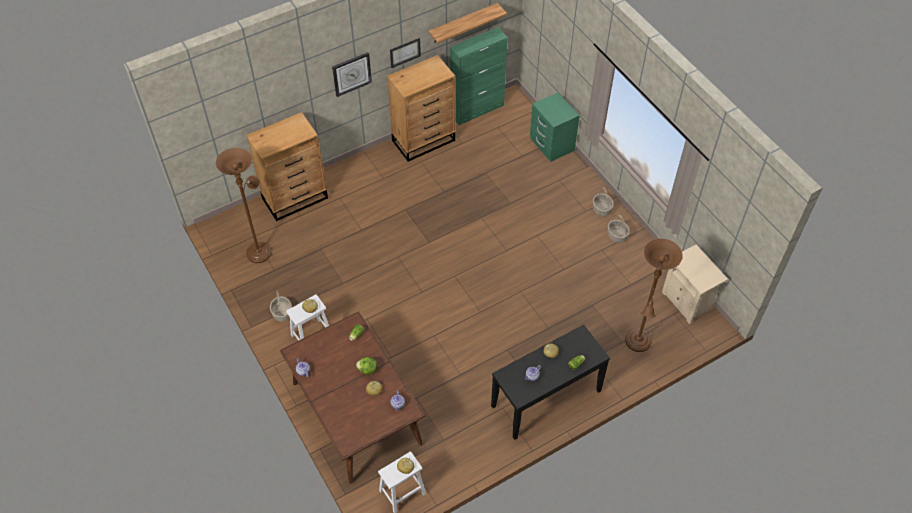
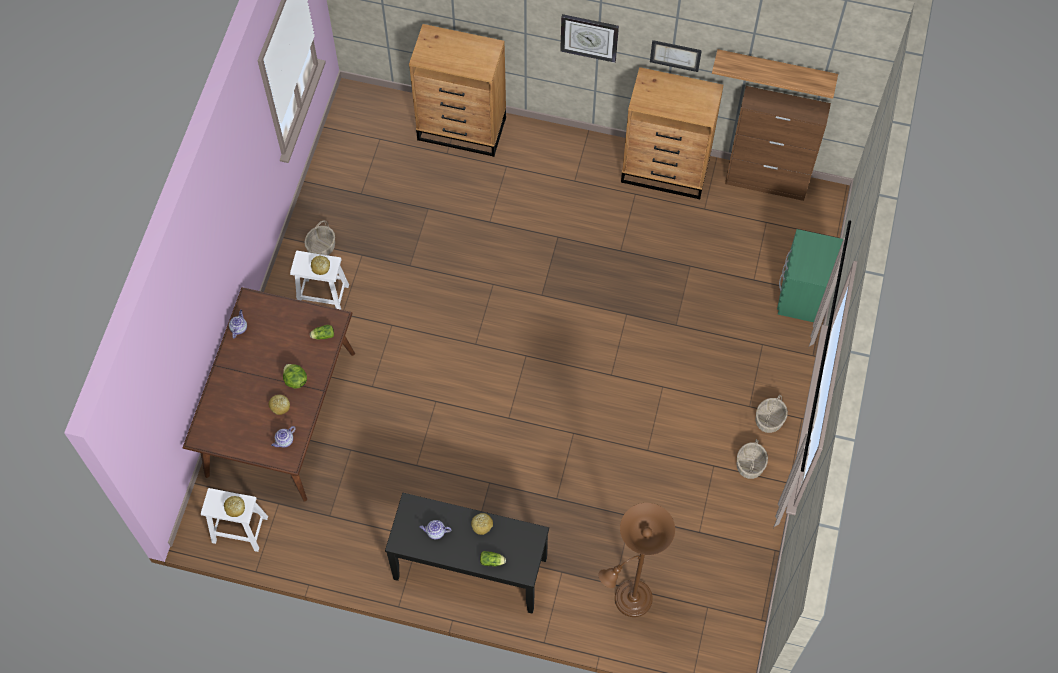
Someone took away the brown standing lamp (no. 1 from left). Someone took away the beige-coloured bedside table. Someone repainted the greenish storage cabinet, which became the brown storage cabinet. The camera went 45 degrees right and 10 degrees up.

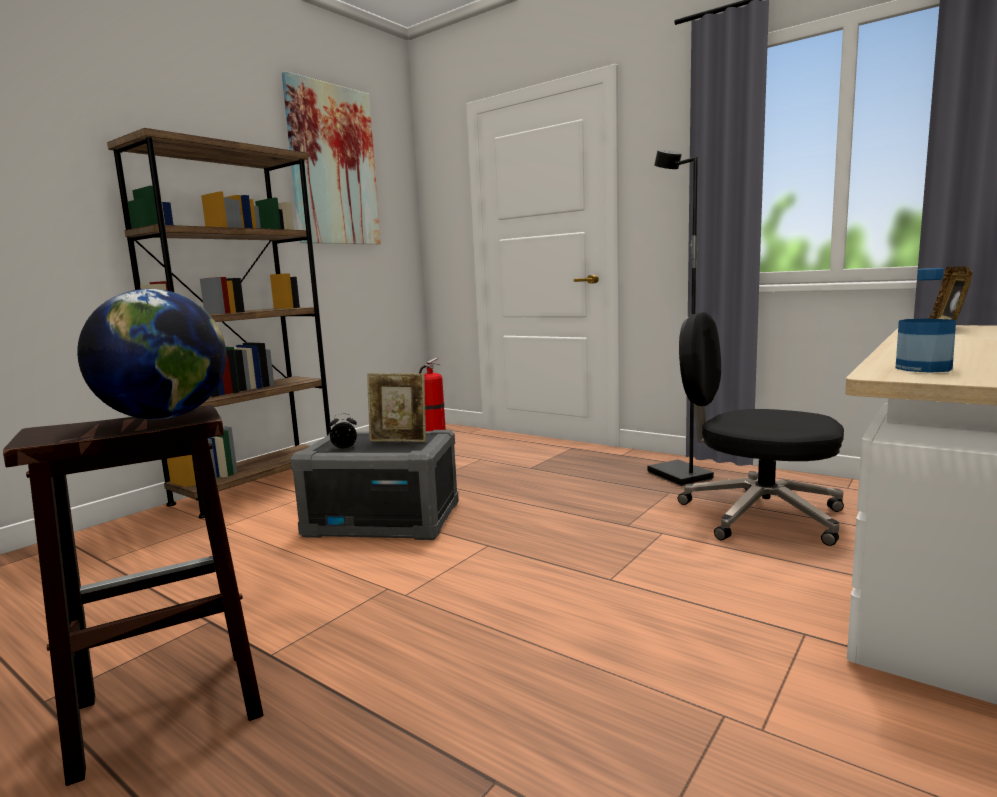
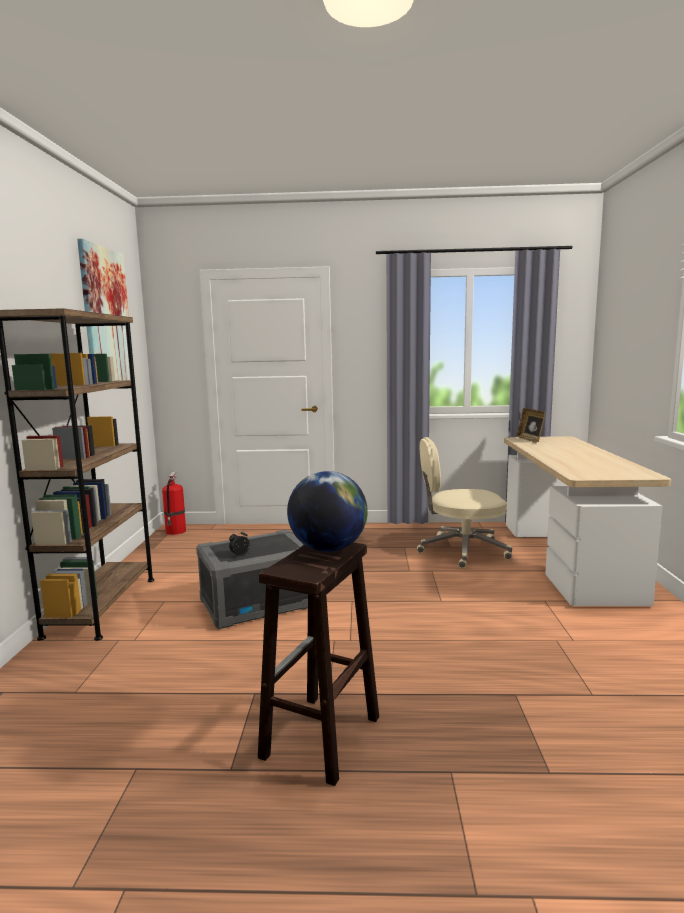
Someone took away the photo frame (no. 1 from left). Someone took away the black-coloured standing lamp. Someone took away the bottle. Someone repainted the black-coloured office chair, which became the beige-coloured office chair. The camera went 35 degrees left and 0 degrees up.

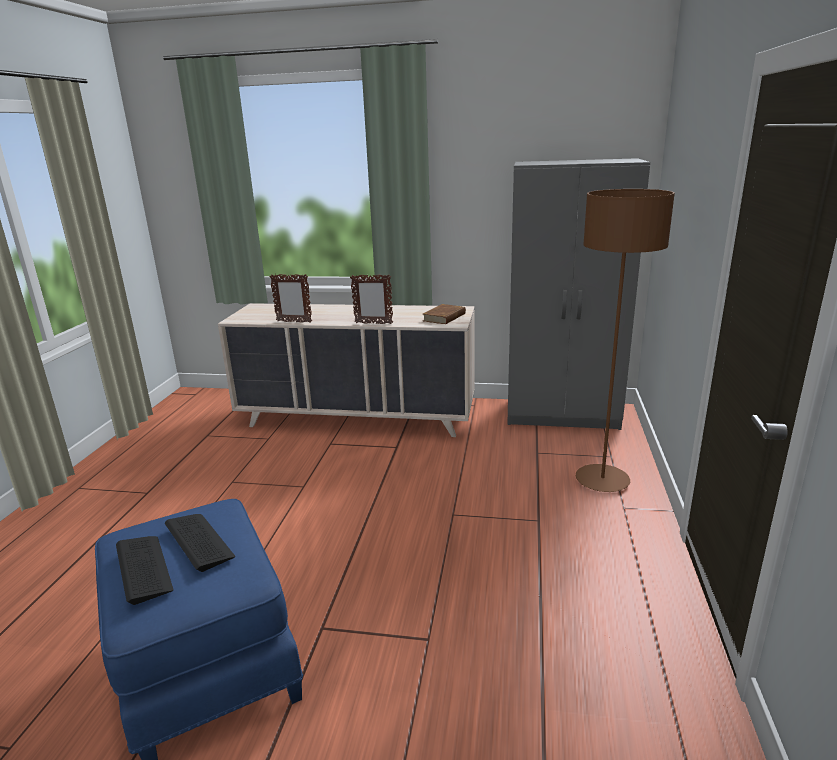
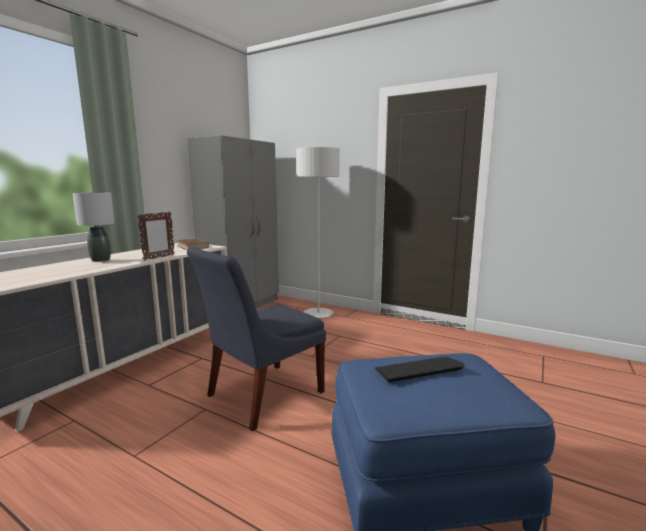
Someone took away the computer keyboard (no. 1 from left). Someone took away the photo frame (no. 1 from left). Someone put down the greyish table lamp. Someone put down the bluish chair. Someone repainted the brown standing lamp, which became the greyish standing lamp. The camera went 70 degrees left and 10 degrees down.

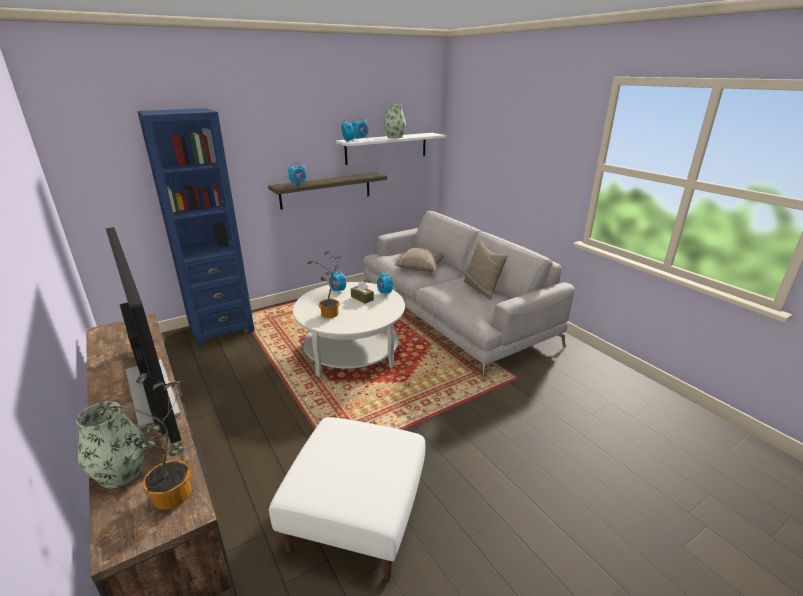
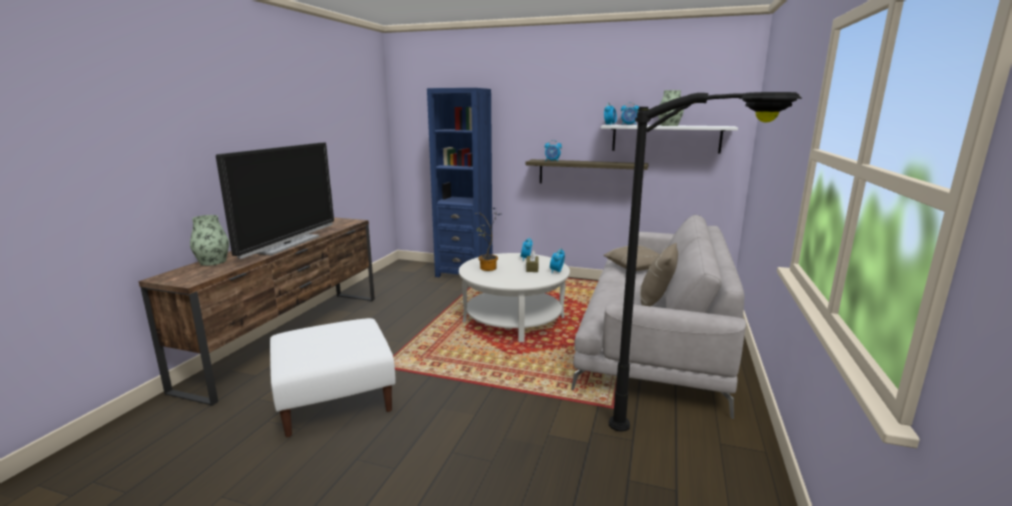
Someone took away the plant in a pot (no. 1 from left). Someone put down the black-coloured standing lamp. The camera went 50 degrees right and 10 degrees down.

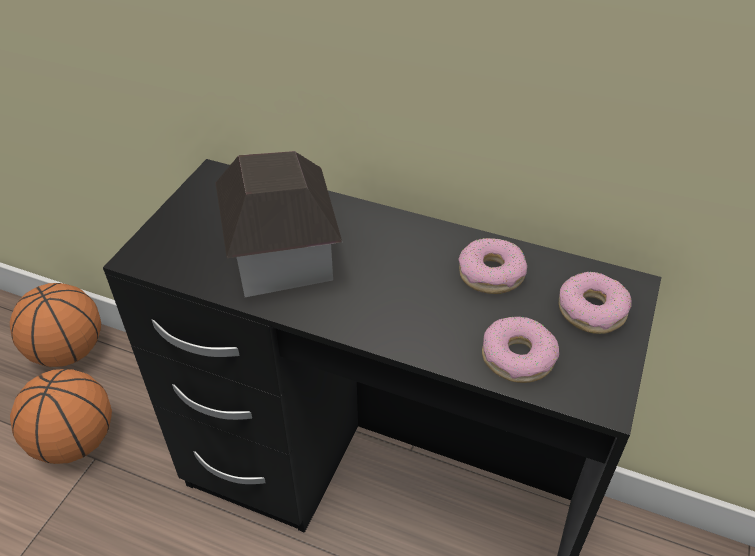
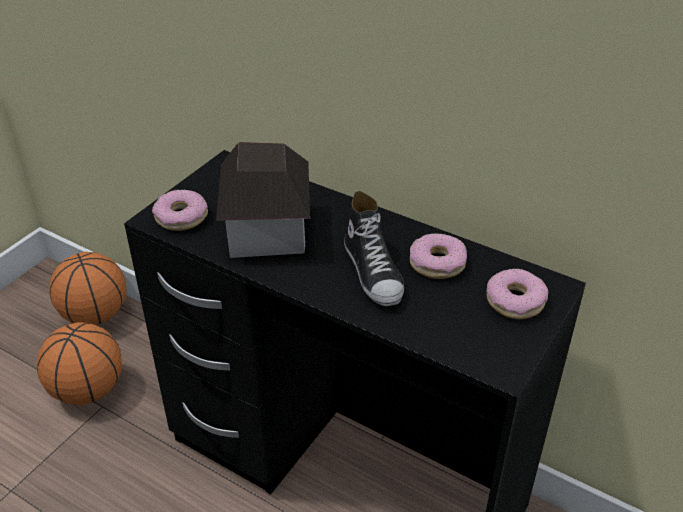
Someone put down the item of footwear. Someone carried the doughnut (no. 2 from left in the first image). The camera went 10 degrees right and 5 degrees down.

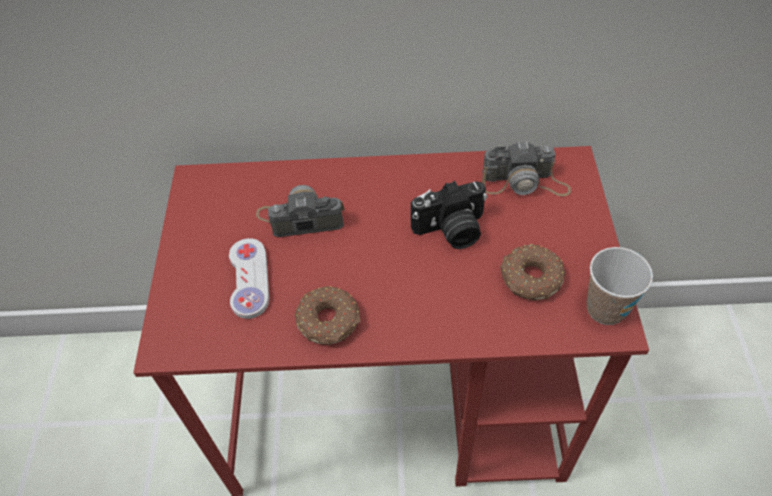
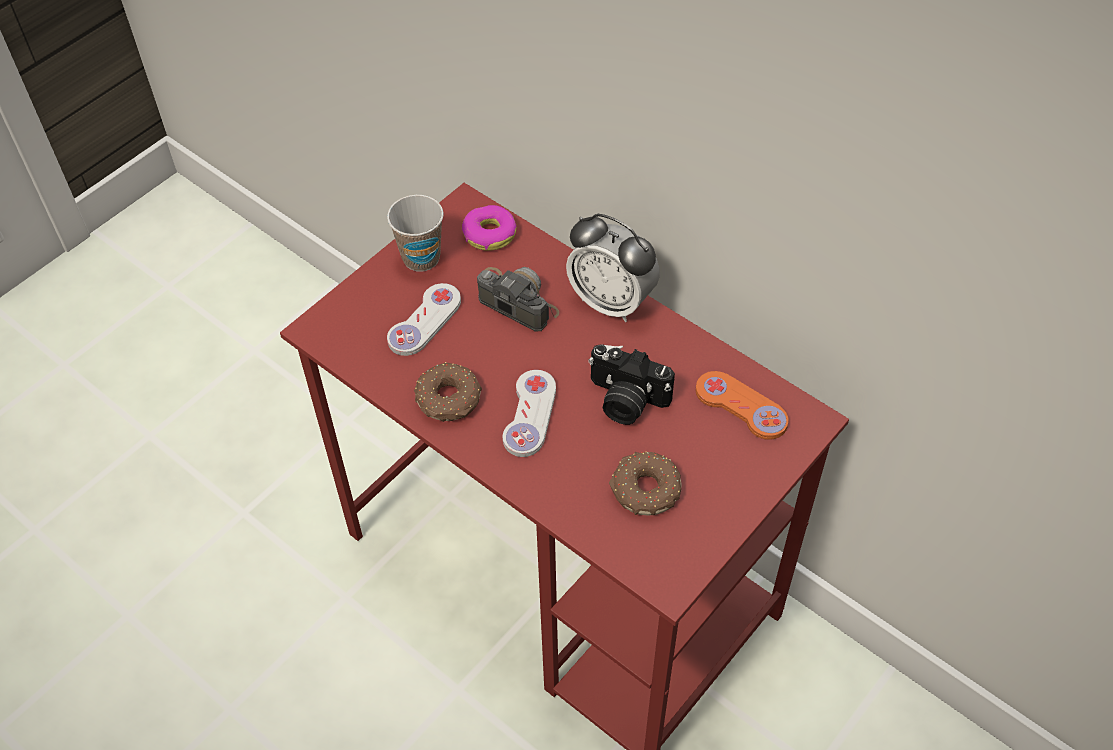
Someone put down the doughnut (no. 2 from left). Someone put down the white joypad (no. 2 from left). Someone put down the alarm clock. Someone carried the small cup. Someone swapped the still camera (no. 3 from left) for the orange-coloured joypad. The camera went 40 degrees right and 0 degrees up.

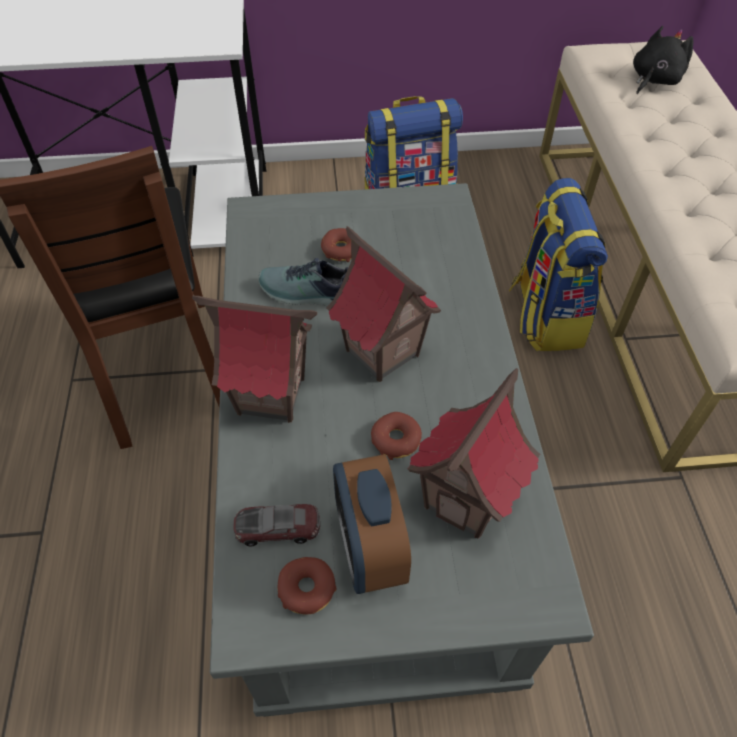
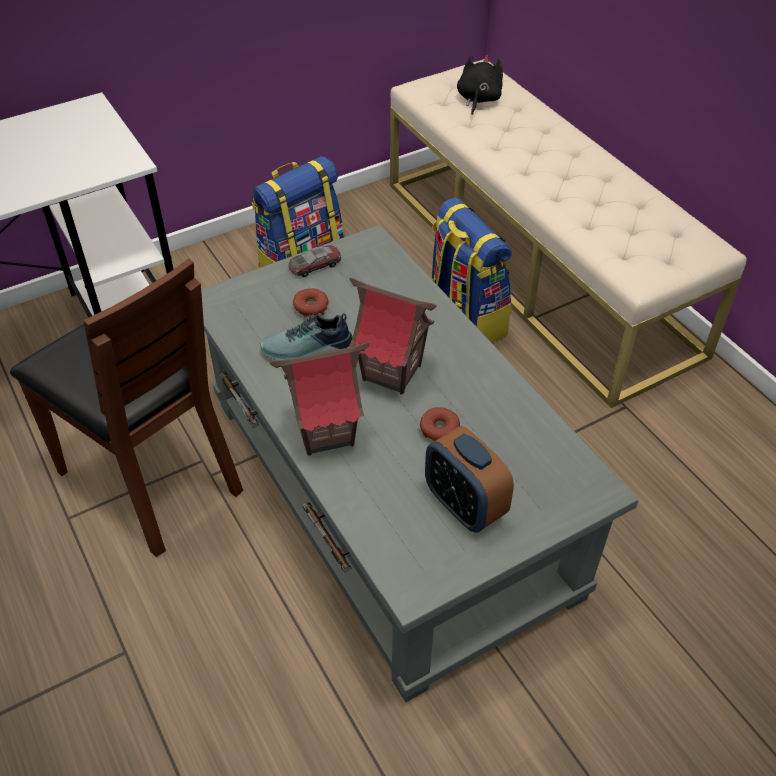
Someone took away the doughnut (no. 1 from left). Someone took away the miniature house (no. 3 from left). Someone carried the toy car. The camera went 25 degrees left and 5 degrees down.

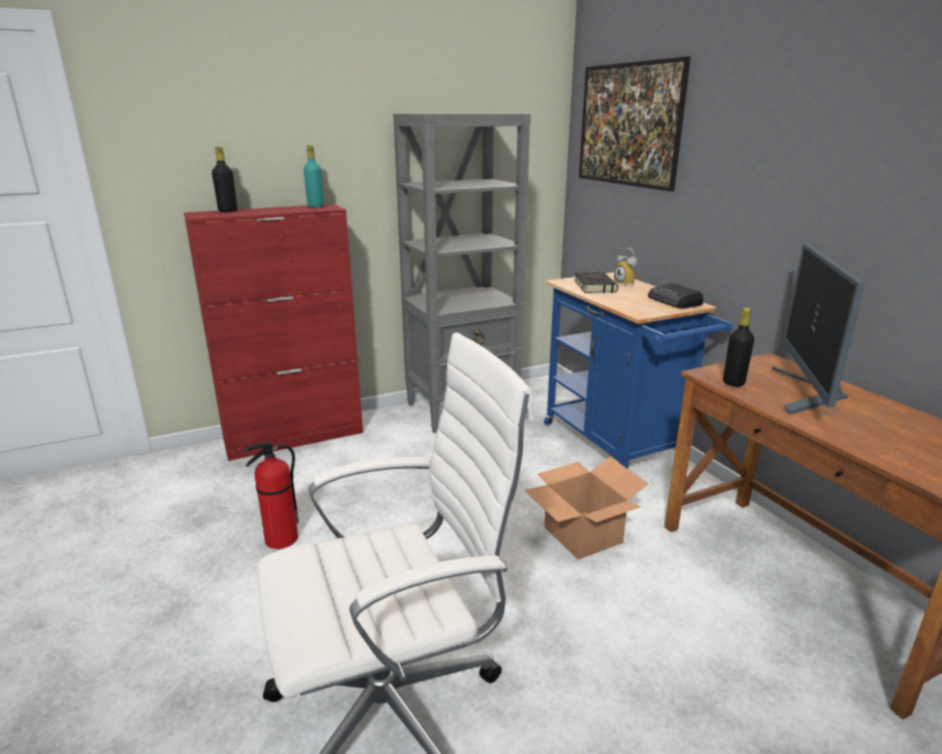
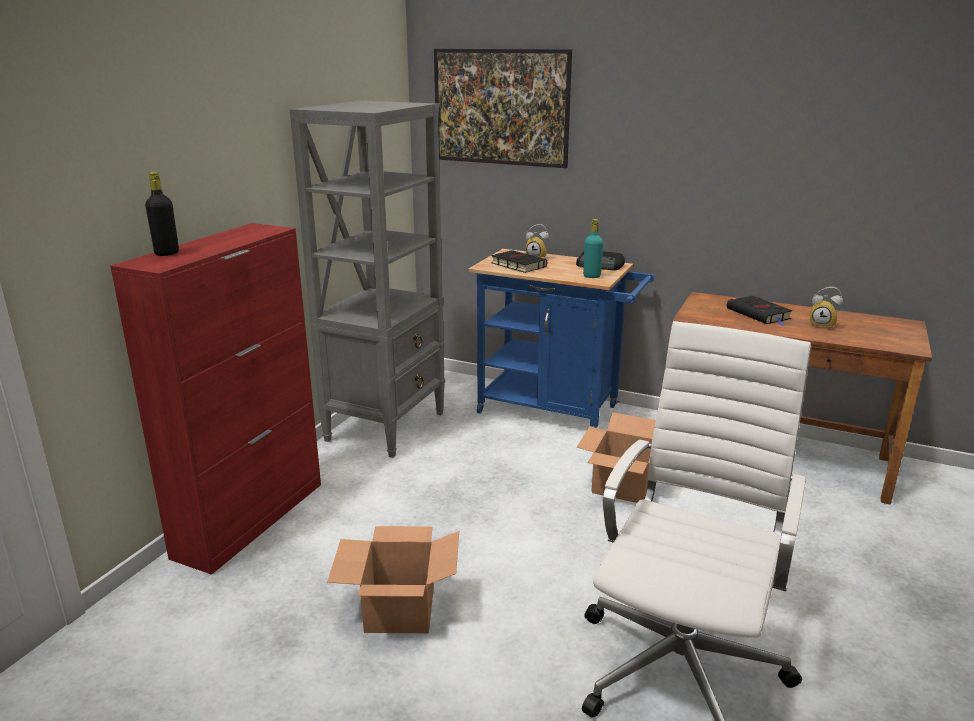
Someone took away the black-coloured bottle (no. 2 from left). Someone put down the alarm clock (no. 2 from left). Someone carried the blue-green bottle. Someone swapped the extinguisher for the carton (no. 1 from left). Someone swapped the computer display for the black-coloured volume (no. 2 from left). The camera went 40 degrees left and 0 degrees up.

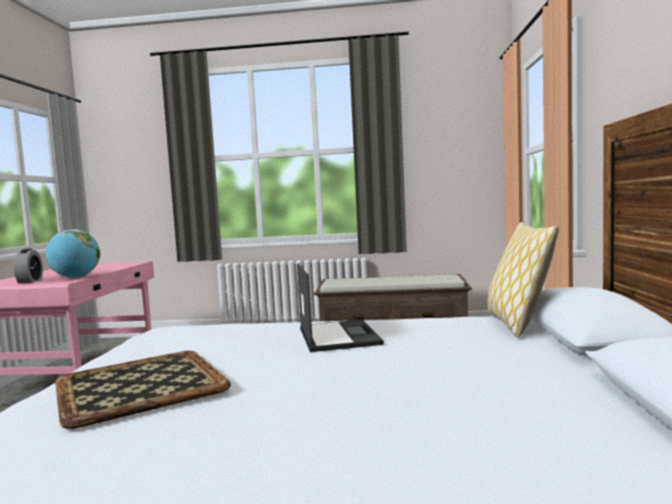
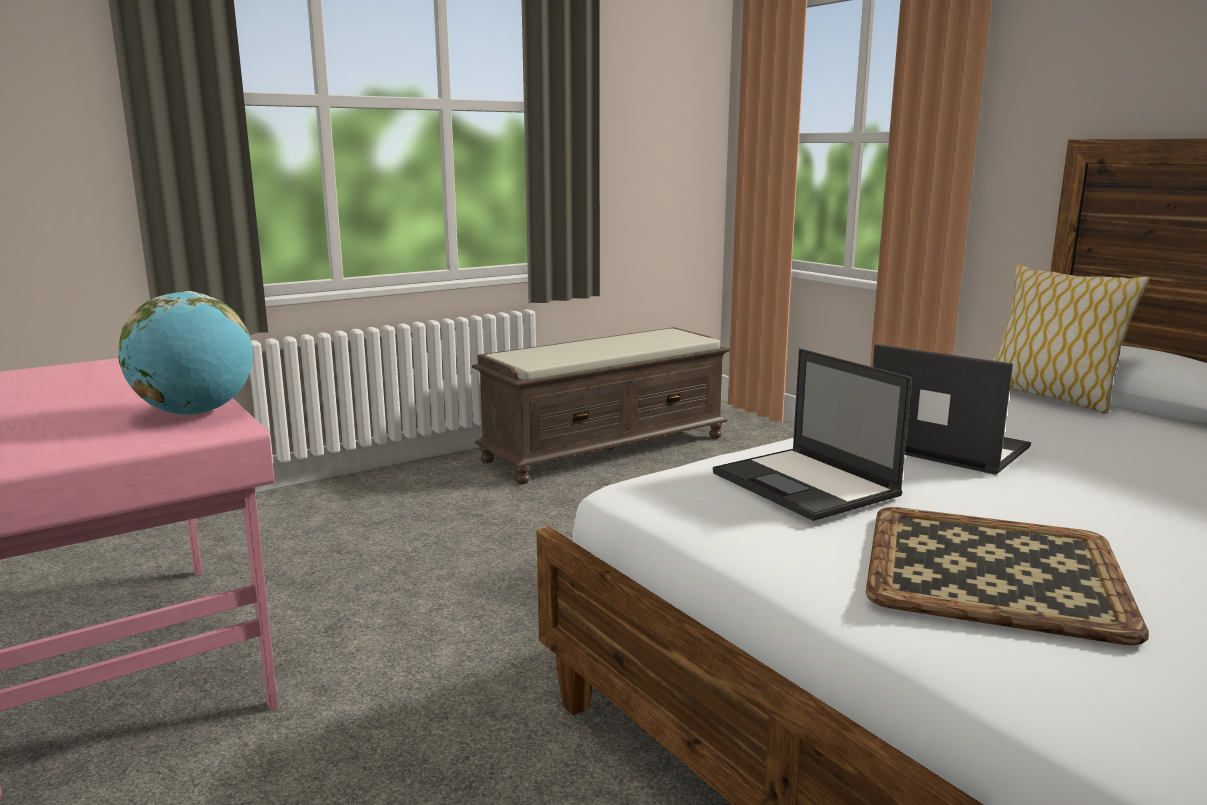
Someone took away the alarm clock. Someone put down the portable computer (no. 1 from left). The camera went 40 degrees left and 10 degrees up.

